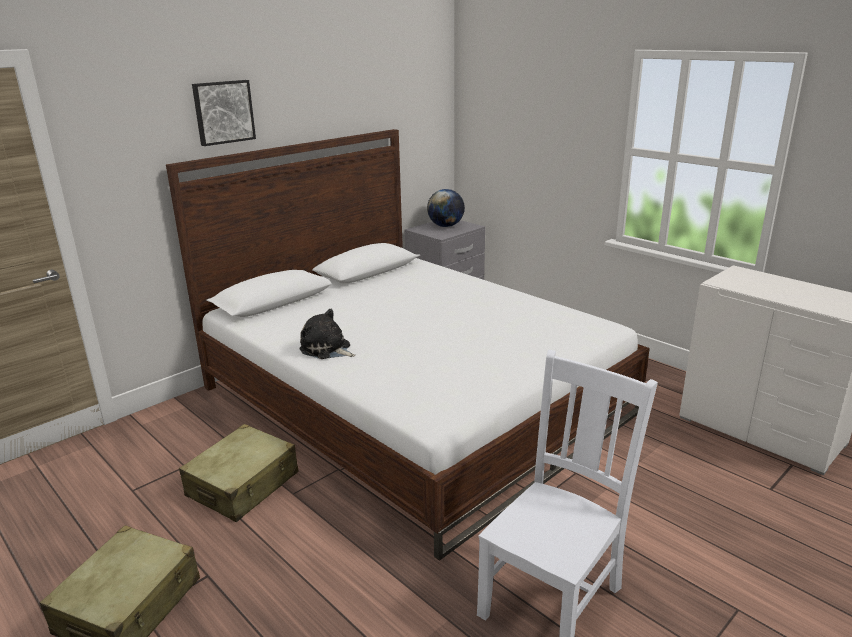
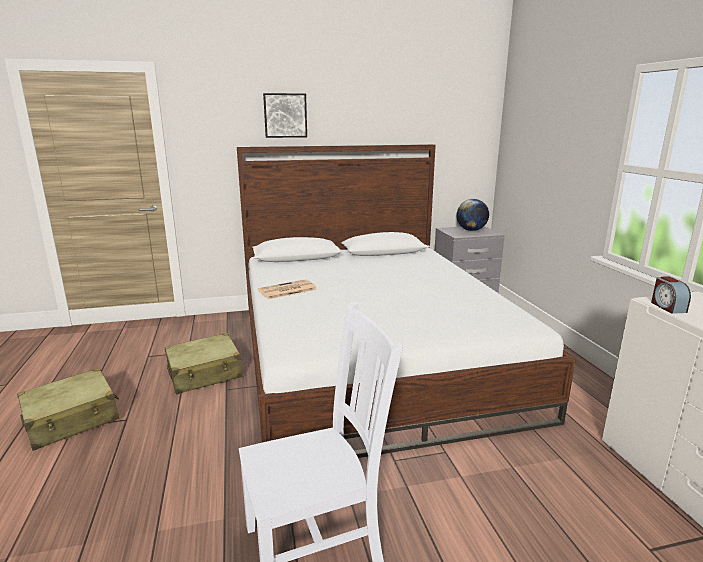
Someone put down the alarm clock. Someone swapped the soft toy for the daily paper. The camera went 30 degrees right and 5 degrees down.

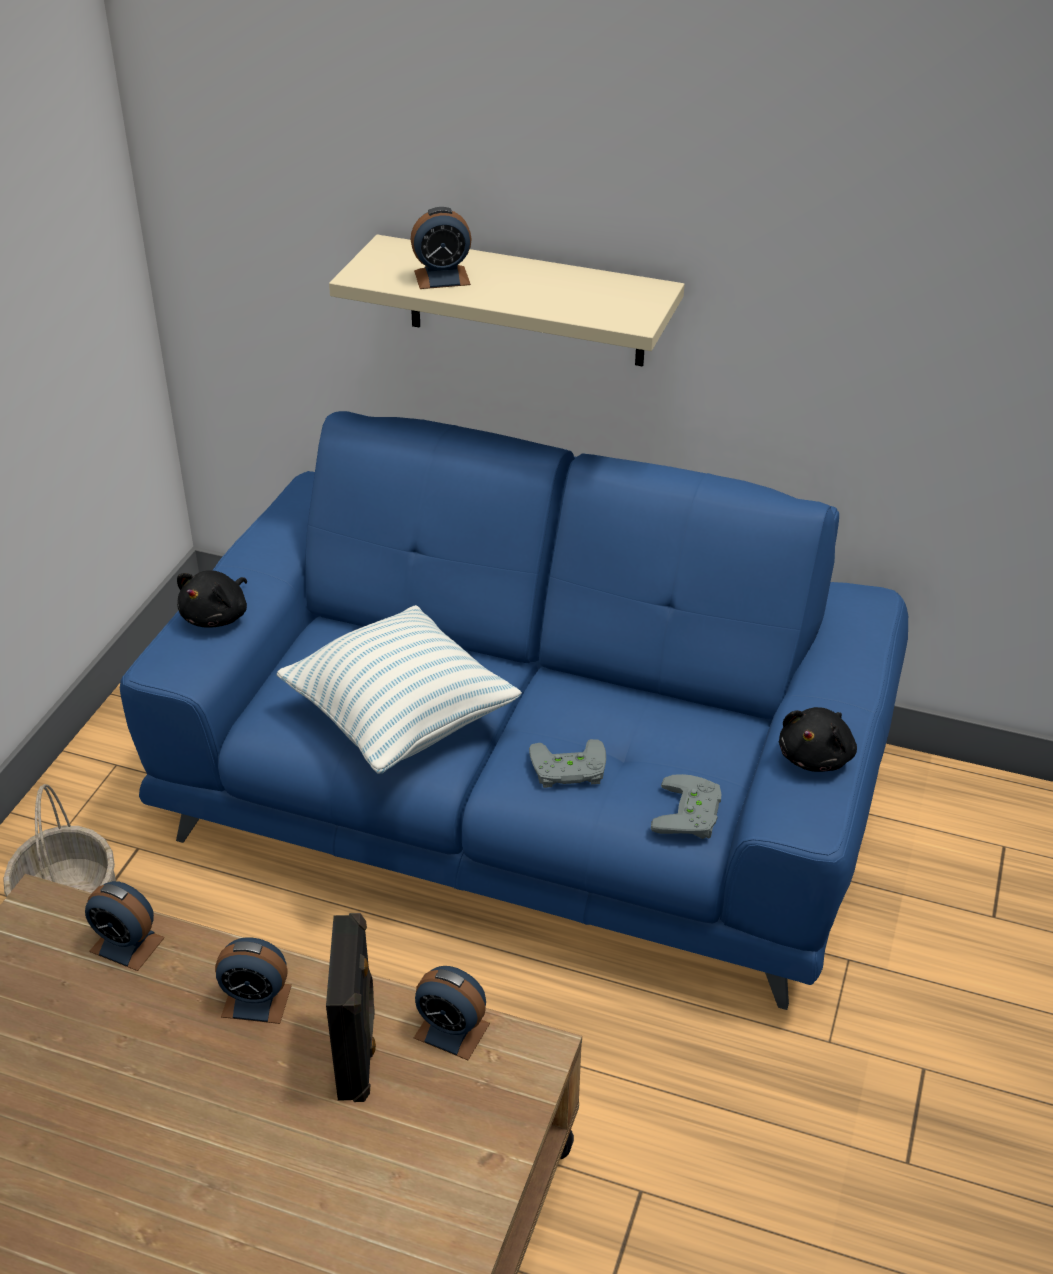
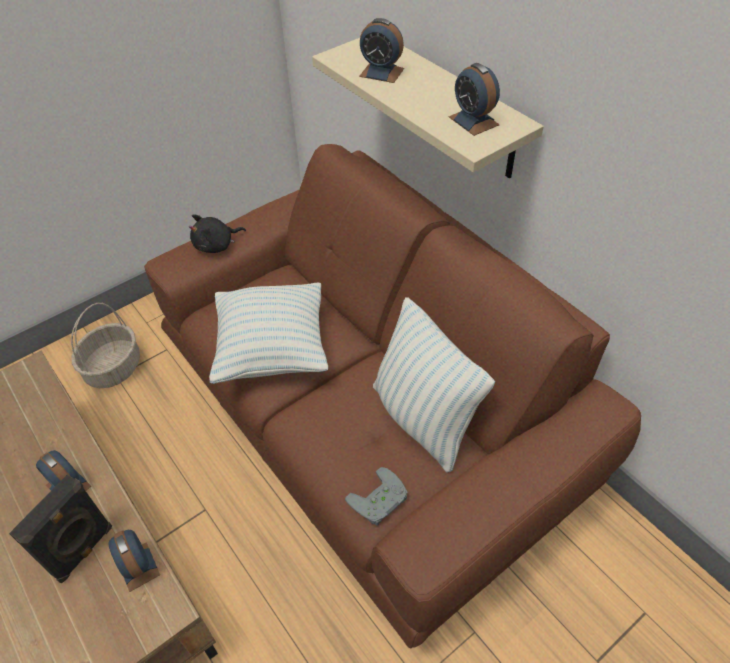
Someone took away the greyish joypad (no. 1 from left). Someone took away the black-coloured soft toy (no. 2 from left). Someone put down the throw pillow (no. 2 from left). Someone carried the alarm clock (no. 1 from left in the first image). Someone repainted the bluish couch, which became the brown couch. The camera went 35 degrees right and 10 degrees up.

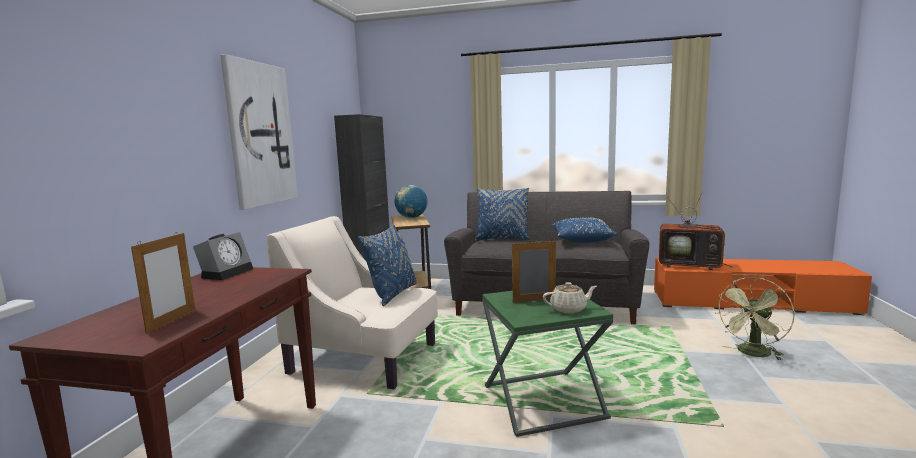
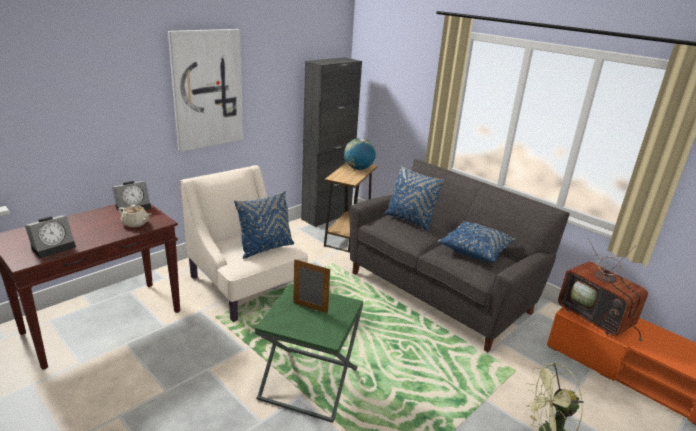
Someone carried the beige-coloured pot for tea. Someone swapped the photo frame (no. 1 from left) for the alarm clock (no. 1 from left). The camera went 30 degrees right and 15 degrees up.

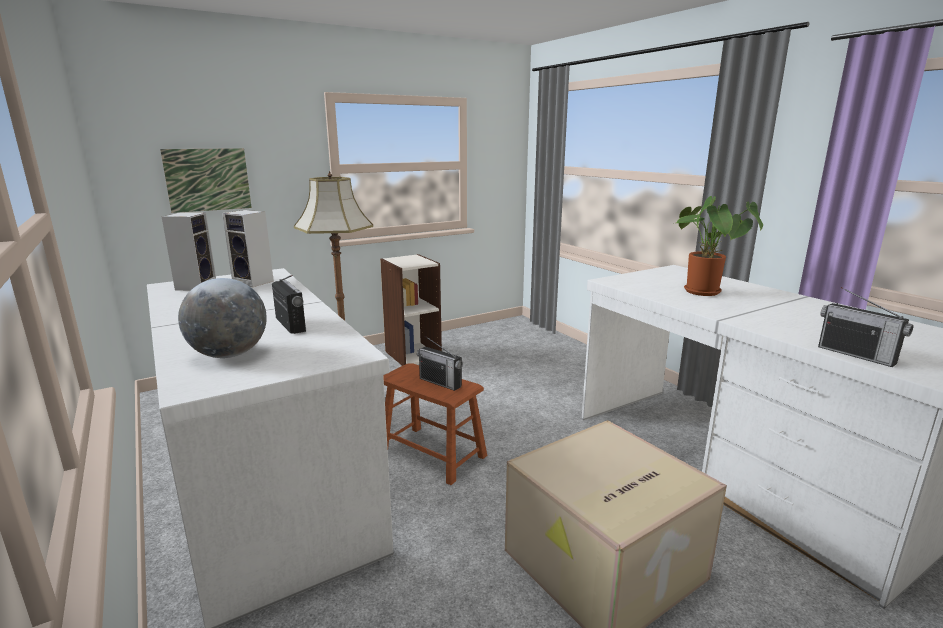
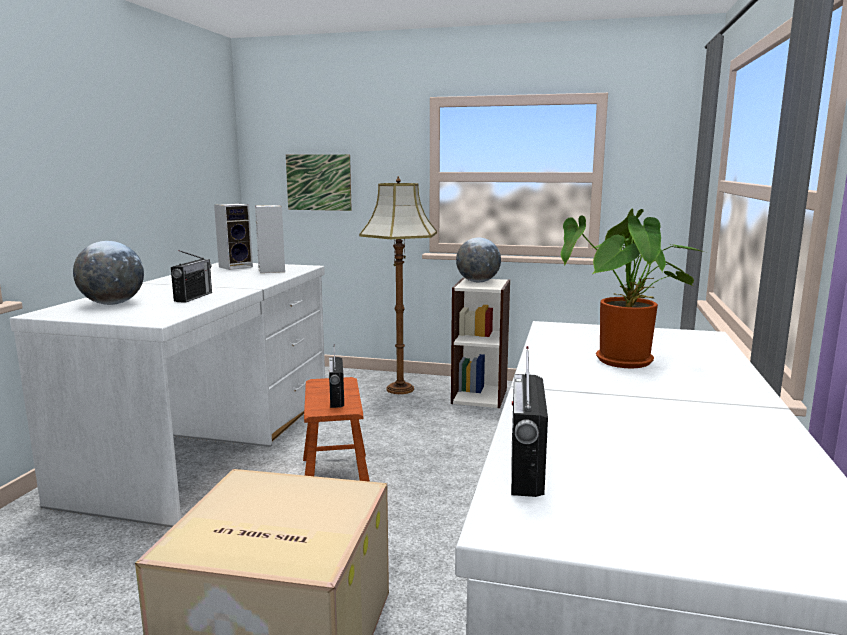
Someone put down the world globe (no. 2 from left). The camera went 45 degrees right and 5 degrees down.

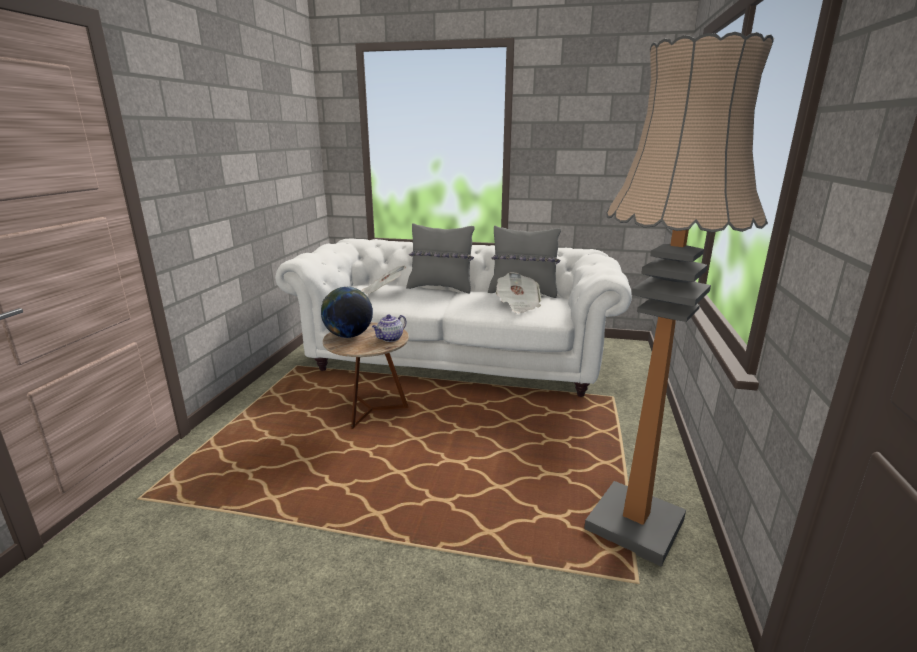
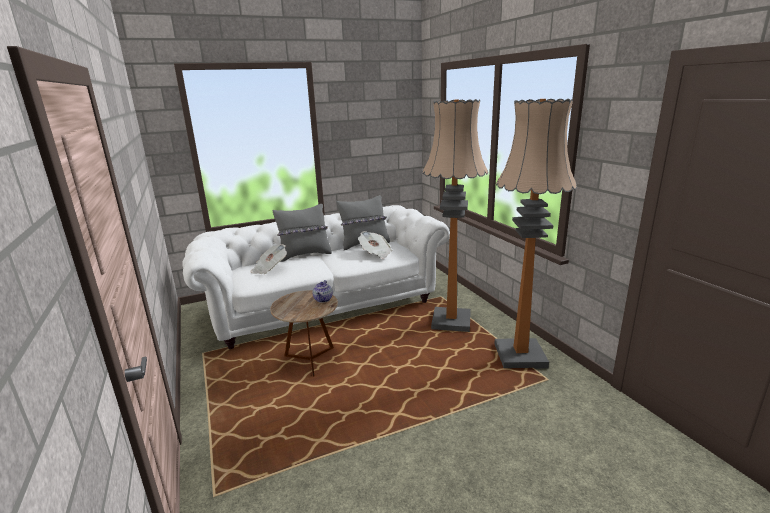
Someone took away the world globe. Someone put down the standing lamp (no. 1 from left). The camera went 35 degrees left and 0 degrees up.

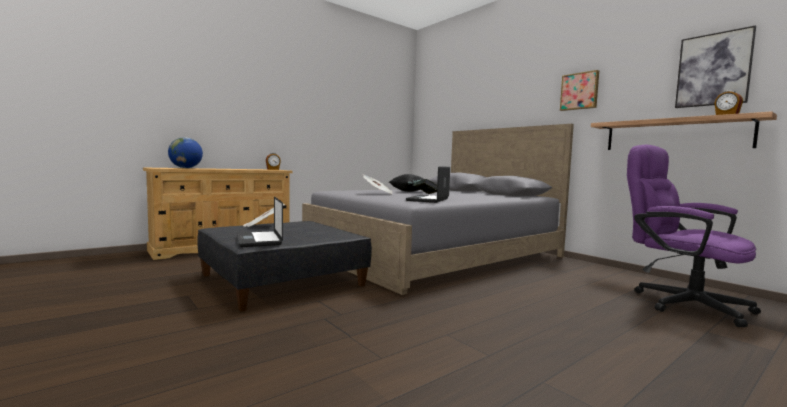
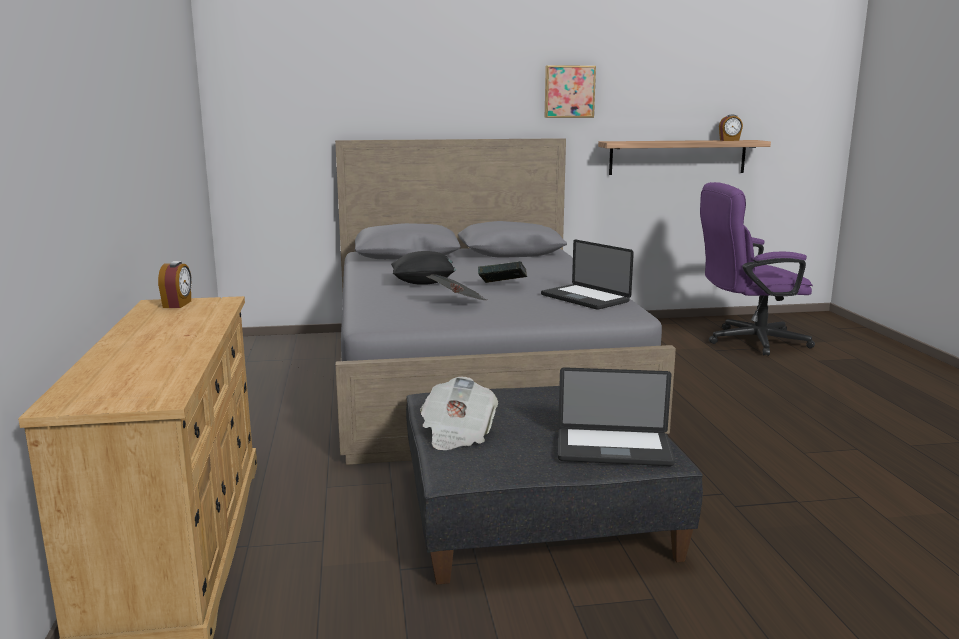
Someone took away the world globe. Someone took away the wall picture (no. 2 from left). The camera went 60 degrees left and 10 degrees up.

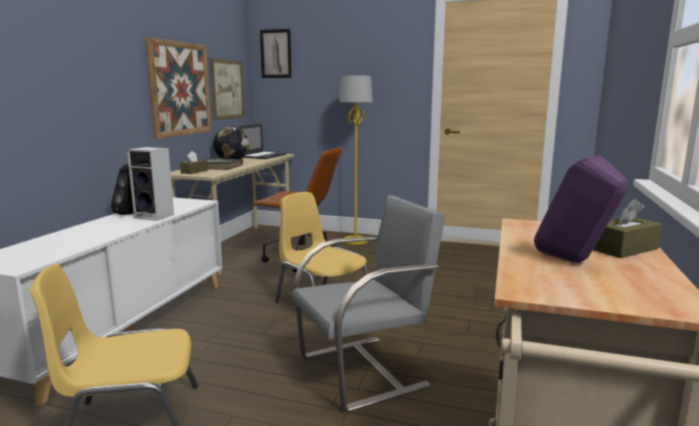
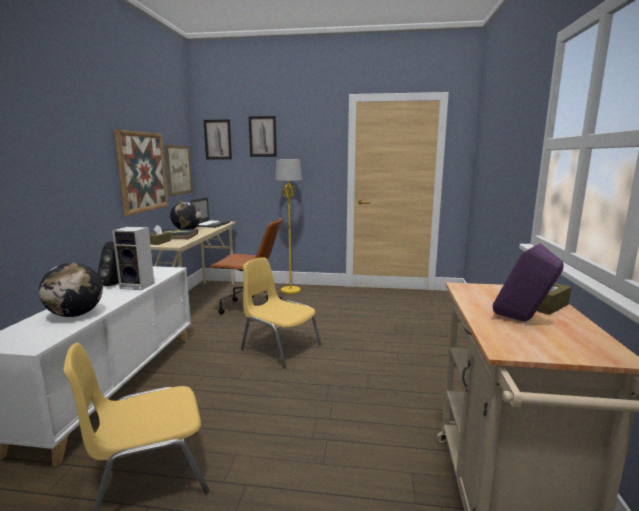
Someone took away the greyish chair. Someone put down the world globe (no. 1 from left). Someone put up the wall picture (no. 4 from left). The camera went 10 degrees left and 0 degrees up.

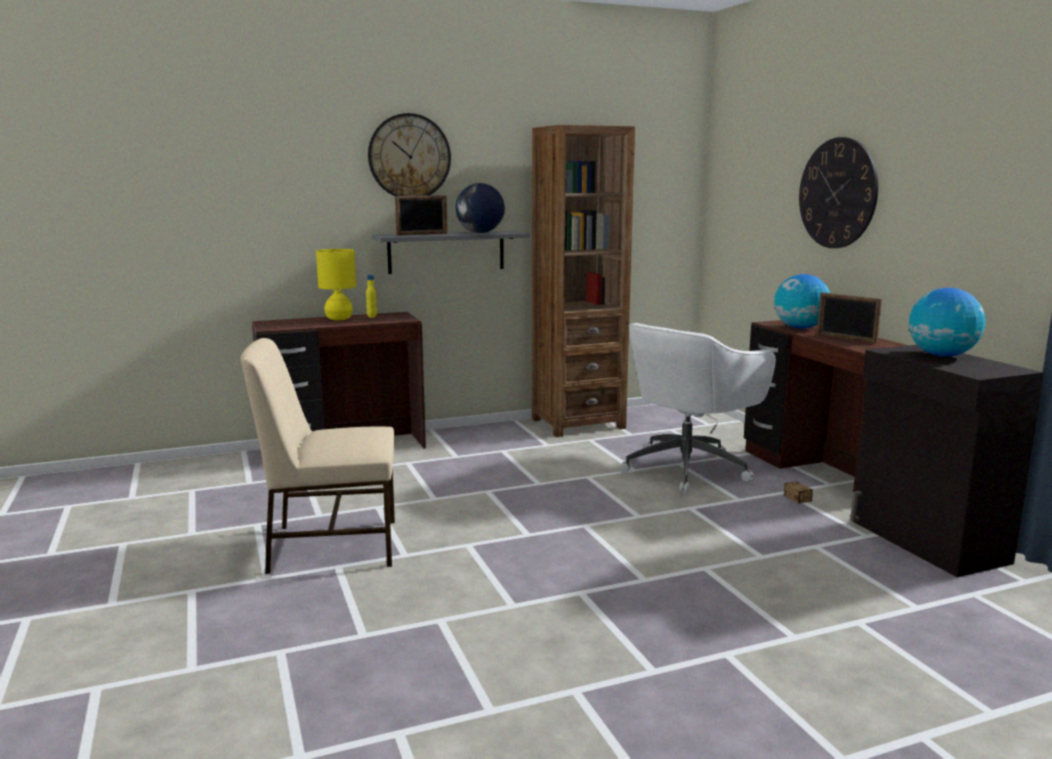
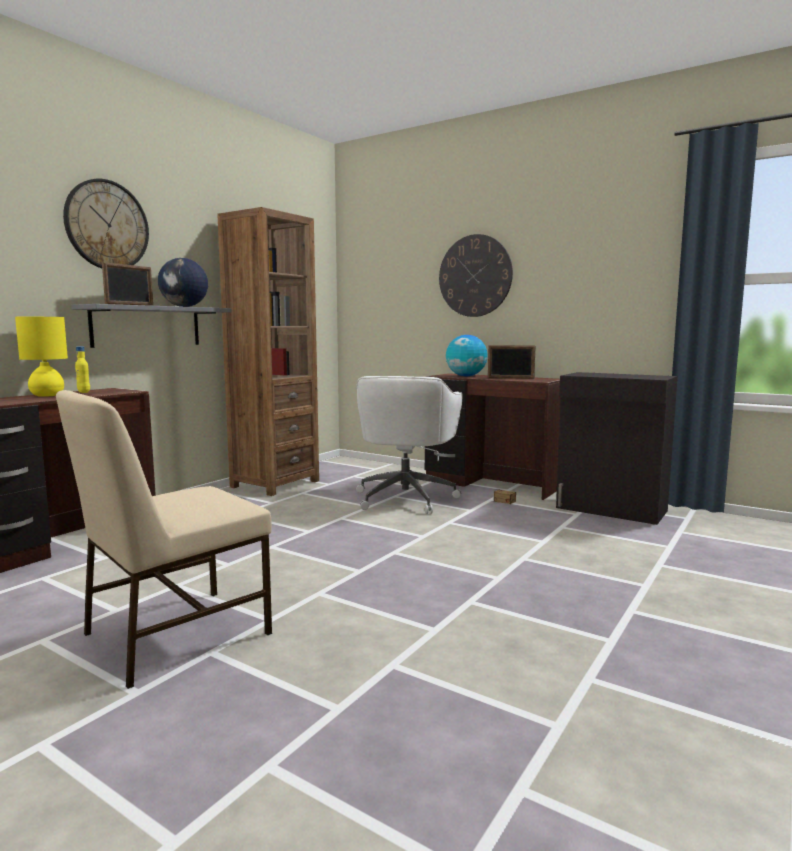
Someone took away the world globe (no. 3 from left). The camera went 35 degrees left and 5 degrees down.

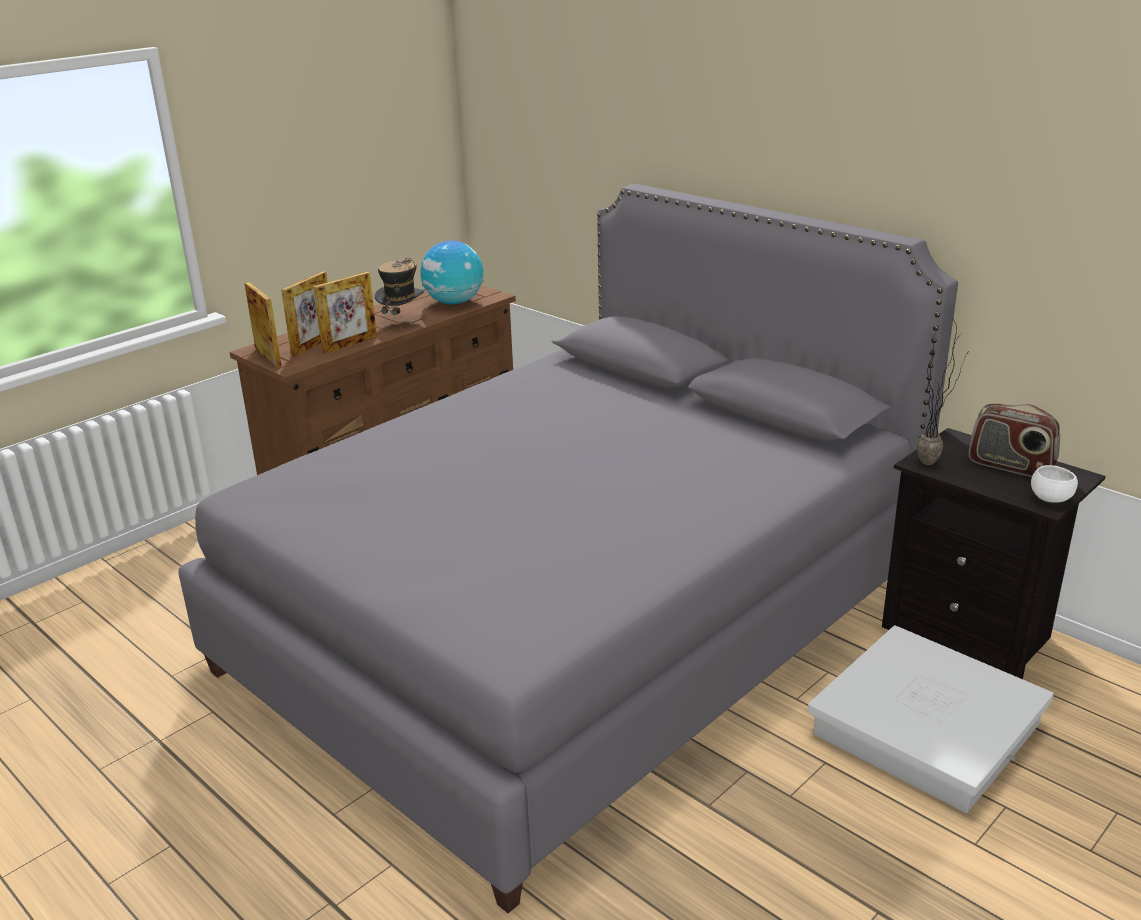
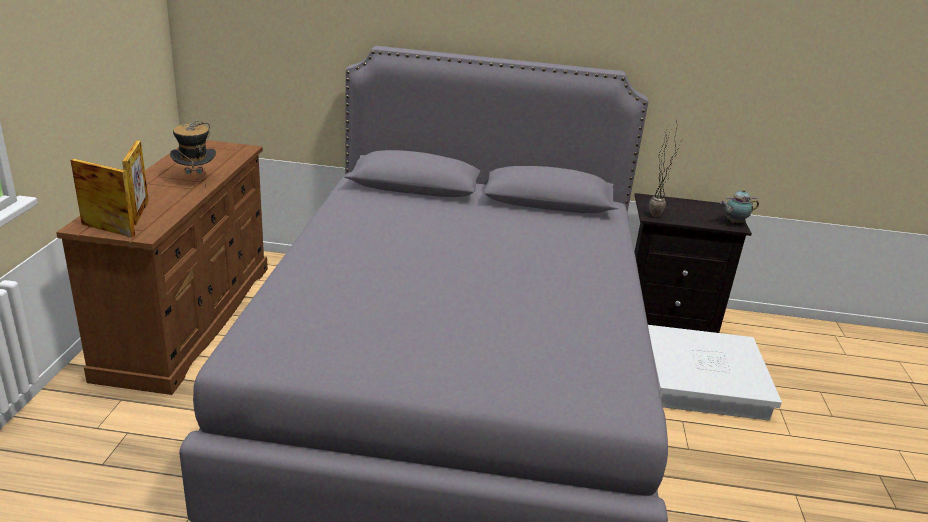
Someone took away the photo frame (no. 3 from left). Someone took away the world globe. Someone took away the radio set. Someone swapped the white deep dish for the pot for tea. The camera went 40 degrees left and 0 degrees up.

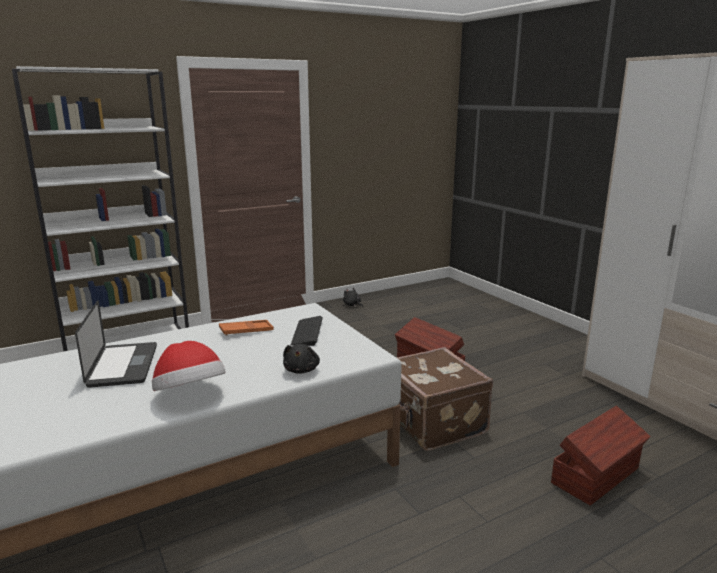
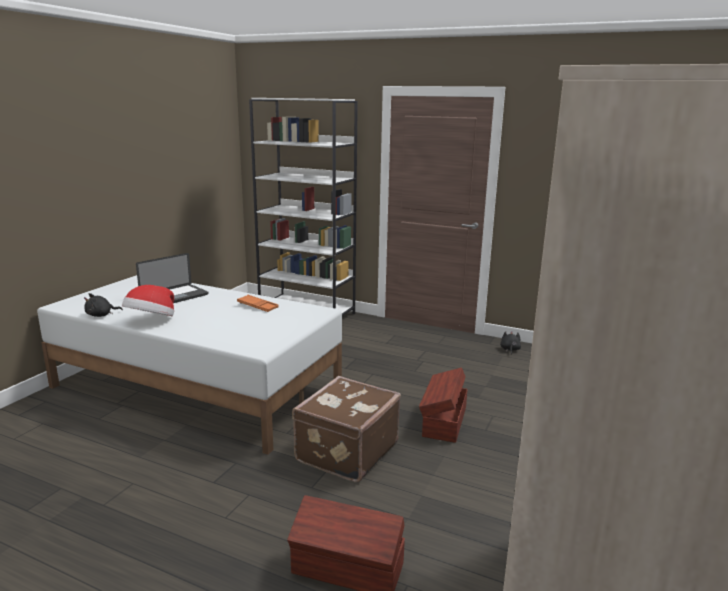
Someone took away the computer keyboard. Someone carried the black-coloured soft toy (no. 1 from left). The camera went 55 degrees right and 0 degrees up.

